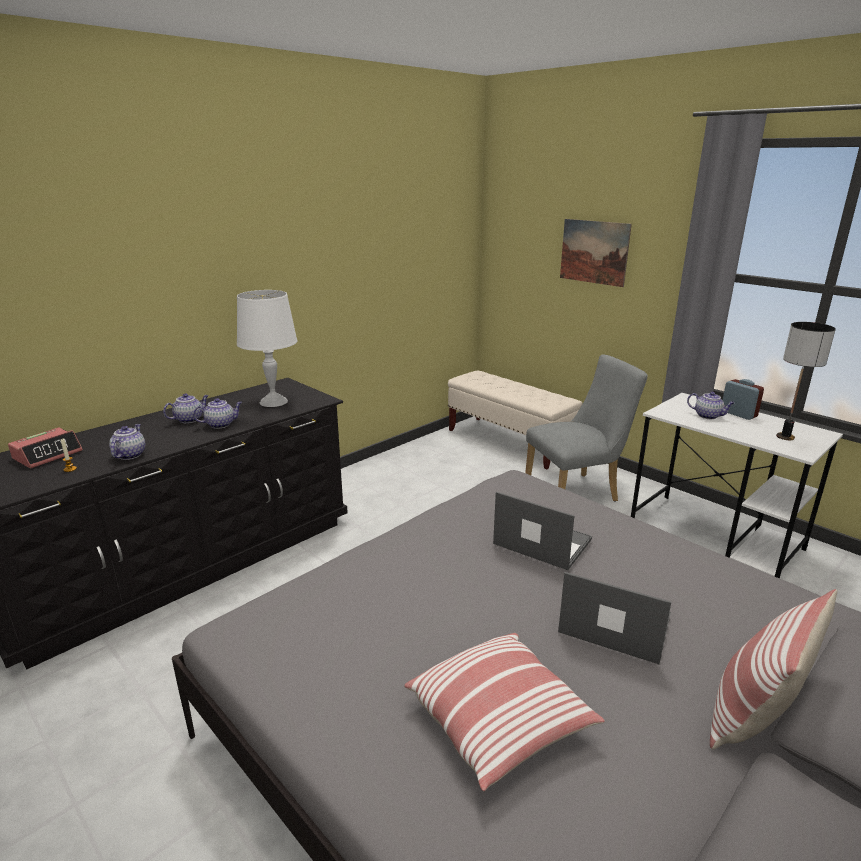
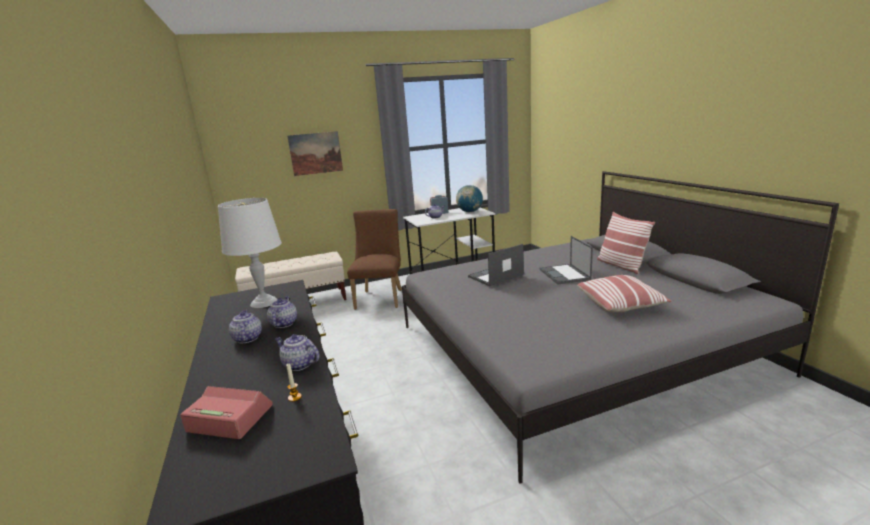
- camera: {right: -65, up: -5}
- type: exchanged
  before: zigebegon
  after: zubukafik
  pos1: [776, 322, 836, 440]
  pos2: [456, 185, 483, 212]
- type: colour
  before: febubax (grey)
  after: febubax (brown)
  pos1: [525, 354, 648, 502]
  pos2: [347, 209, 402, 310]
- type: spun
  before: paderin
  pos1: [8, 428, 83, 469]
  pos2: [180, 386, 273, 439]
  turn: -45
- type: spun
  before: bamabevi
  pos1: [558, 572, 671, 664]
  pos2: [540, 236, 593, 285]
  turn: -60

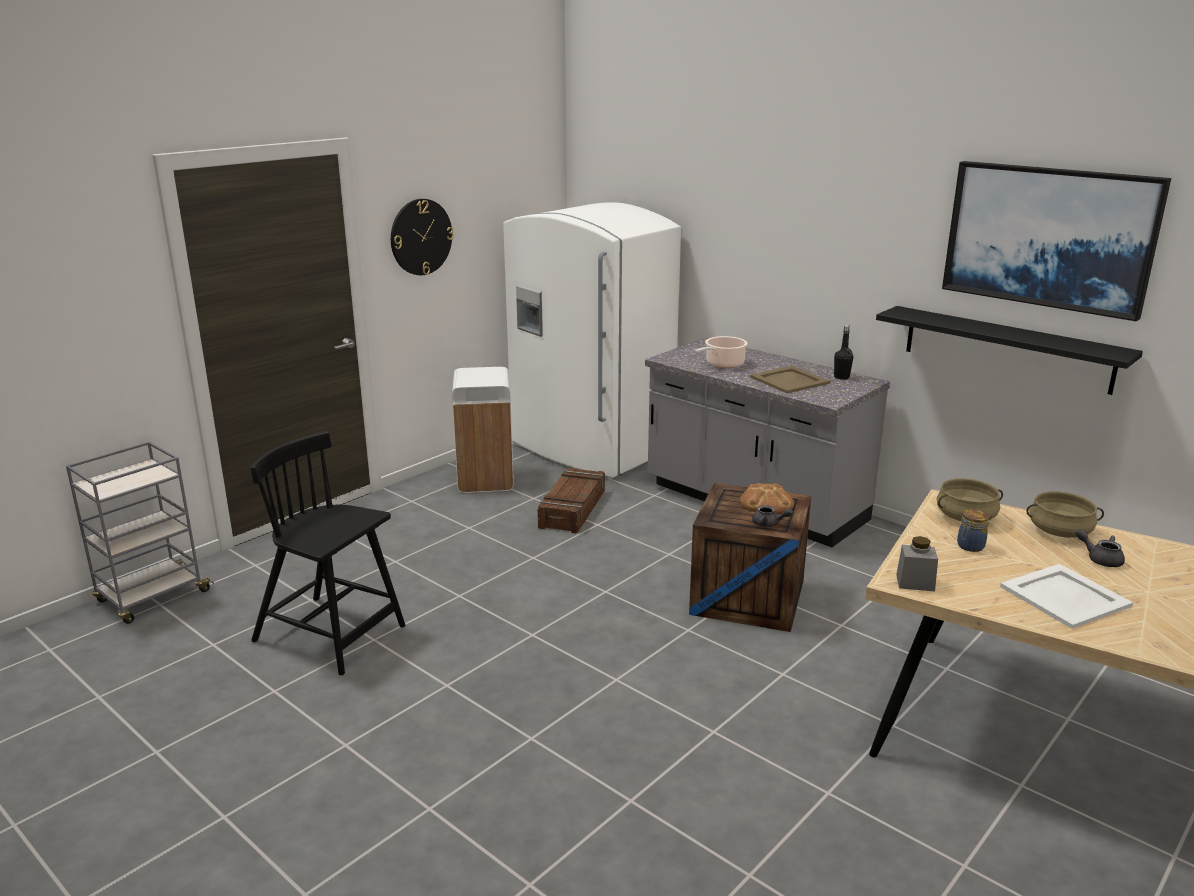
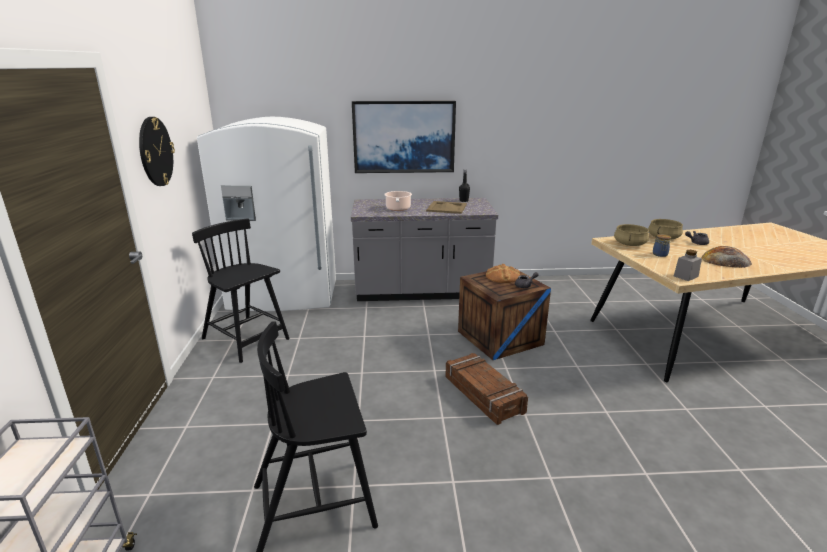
- camera: {right: -45, up: 0}
- type: relocated
  before: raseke
  pos1: [942, 161, 1171, 321]
  pos2: [352, 101, 456, 173]
- type: missing
  before: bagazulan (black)
  pos1: [876, 306, 1143, 395]
- type: exchanged
  before: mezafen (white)
  after: febubax (black)
  pos1: [452, 367, 514, 493]
  pos2: [192, 218, 290, 363]
- type: relocated
  before: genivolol
  pos1: [538, 467, 605, 534]
  pos2: [445, 353, 528, 425]
- type: exchanged
  before: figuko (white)
  after: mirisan
  pos1: [1000, 564, 1133, 629]
  pos2: [701, 246, 752, 268]

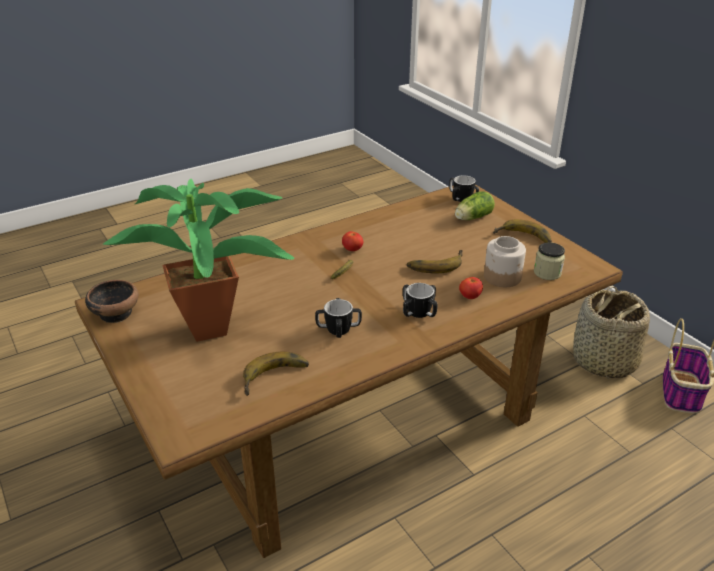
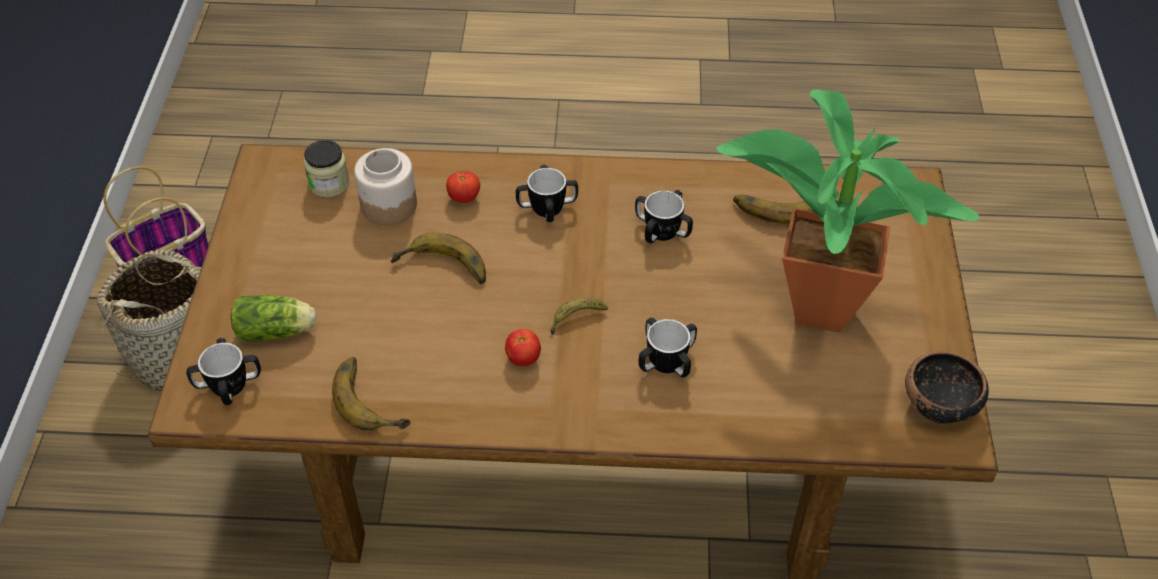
- camera: {right: -145, up: 15}
- type: relocated
  before: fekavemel
  pos1: [493, 219, 552, 243]
  pos2: [332, 357, 411, 430]
- type: appeared
  after: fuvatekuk
  pos2: [639, 318, 697, 378]

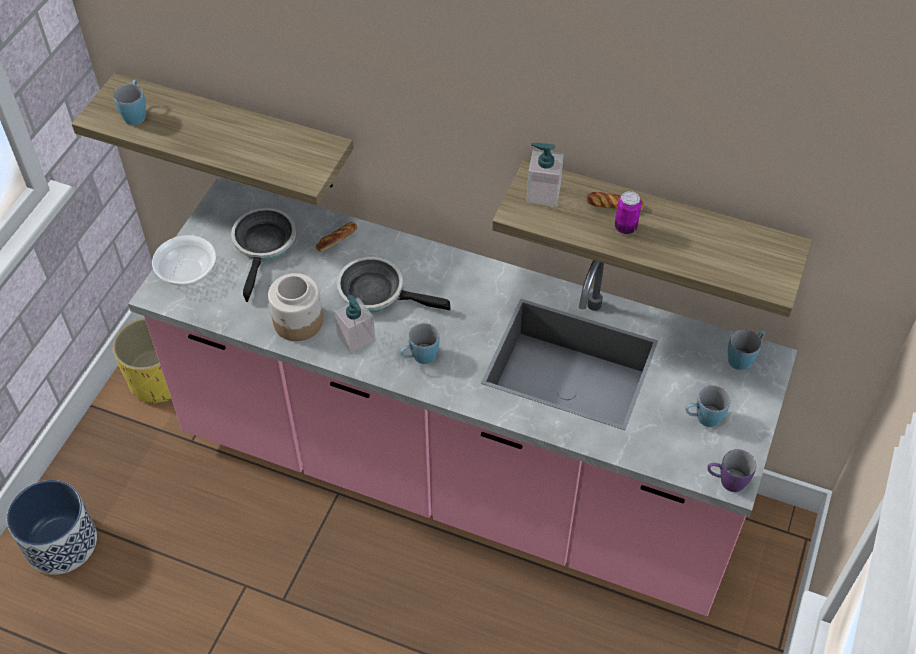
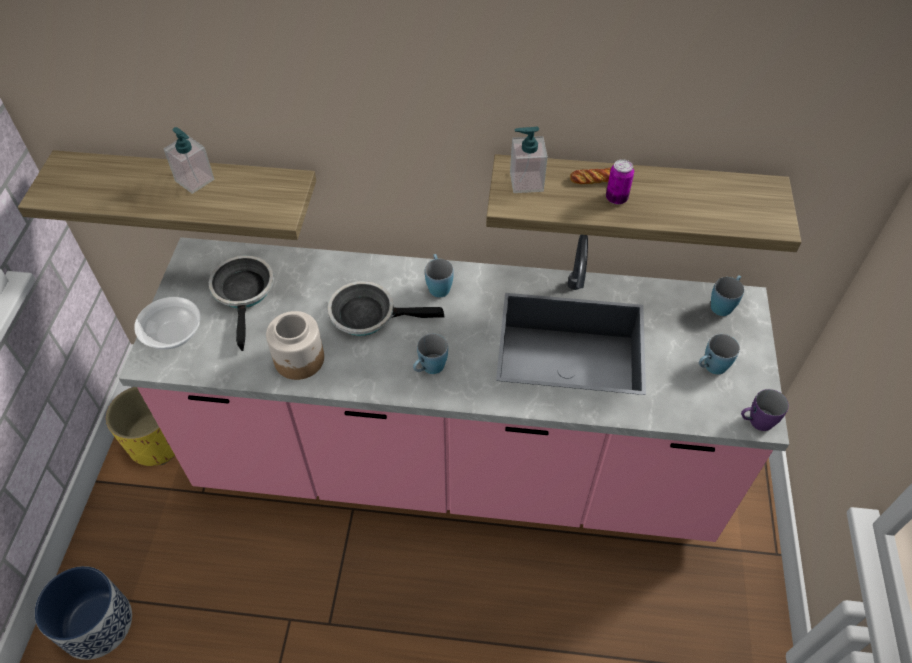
- camera: {right: -15, up: 0}
- type: relocated
  before: fuvatekuk (blue)
  pos1: [113, 80, 146, 125]
  pos2: [425, 254, 454, 298]
- type: missing
  before: mirisan
  pos1: [316, 222, 357, 252]
- type: relocated
  before: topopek
  pos1: [334, 295, 376, 354]
  pos2: [164, 127, 214, 194]

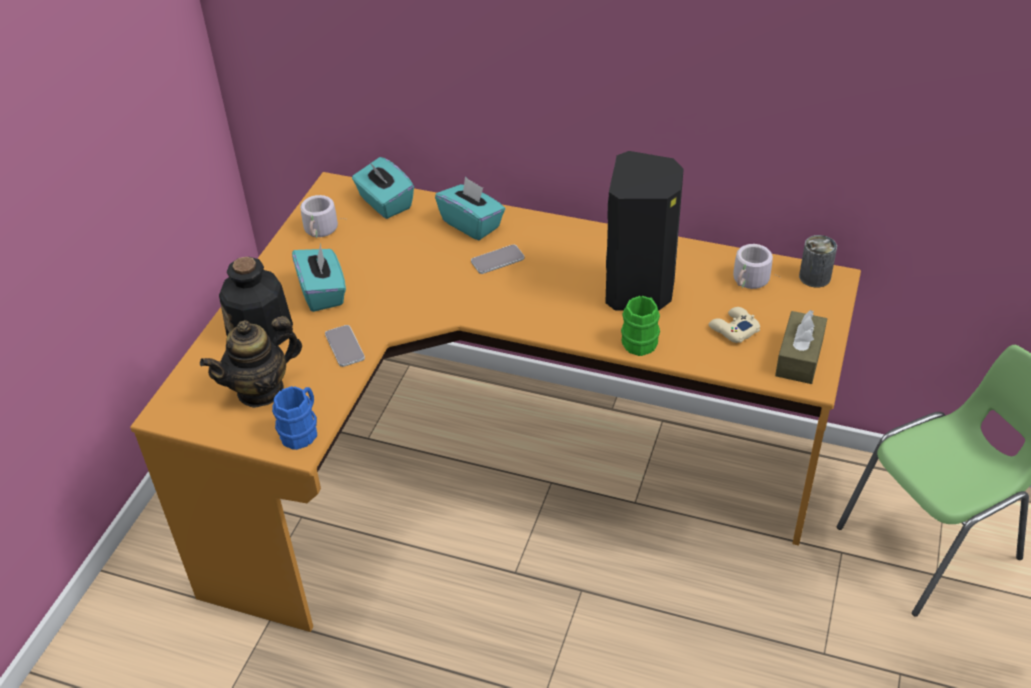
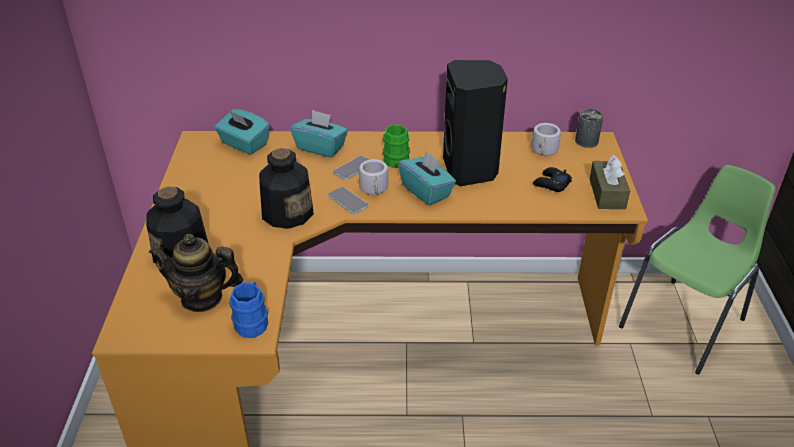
- camera: {right: -20, up: -5}
- type: relocated
  before: fuvatekuk (grey)
  pos1: [300, 195, 343, 238]
  pos2: [359, 159, 389, 195]
- type: relocated
  before: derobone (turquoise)
  pos1: [292, 244, 346, 312]
  pos2: [398, 151, 456, 205]
- type: relocated
  before: fuvatekuk (green)
  pos1: [621, 296, 660, 356]
  pos2: [383, 124, 410, 168]
- type: colour
  before: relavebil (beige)
  after: relavebil (black)
  pos1: [709, 307, 760, 343]
  pos2: [533, 167, 572, 192]
- type: spun
  before: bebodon
  pos1: [200, 316, 302, 408]
  pos2: [149, 234, 243, 312]
  turn: 60
- type: relocated
  before: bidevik
  pos1: [325, 325, 365, 367]
  pos2: [328, 187, 368, 214]
- type: appeared
  after: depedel
  pos2: [259, 148, 314, 229]

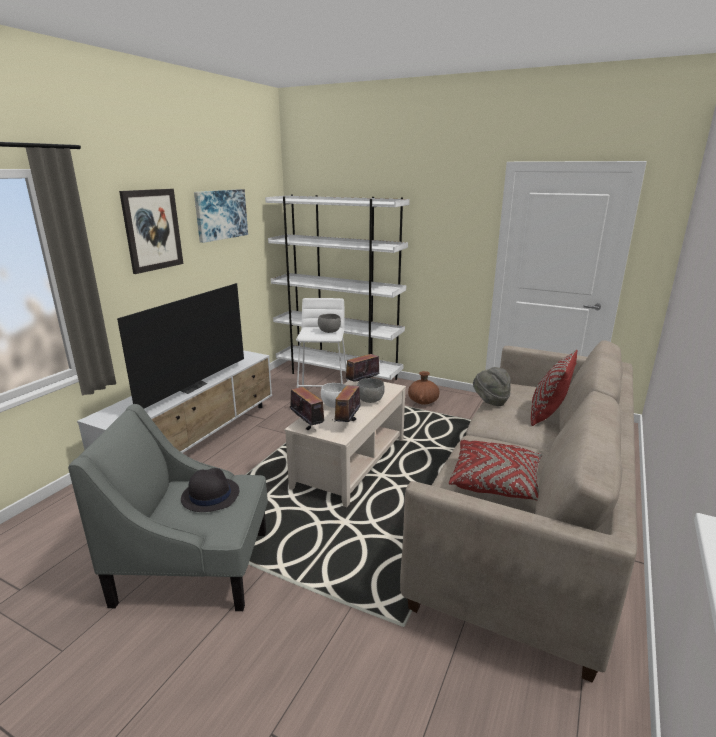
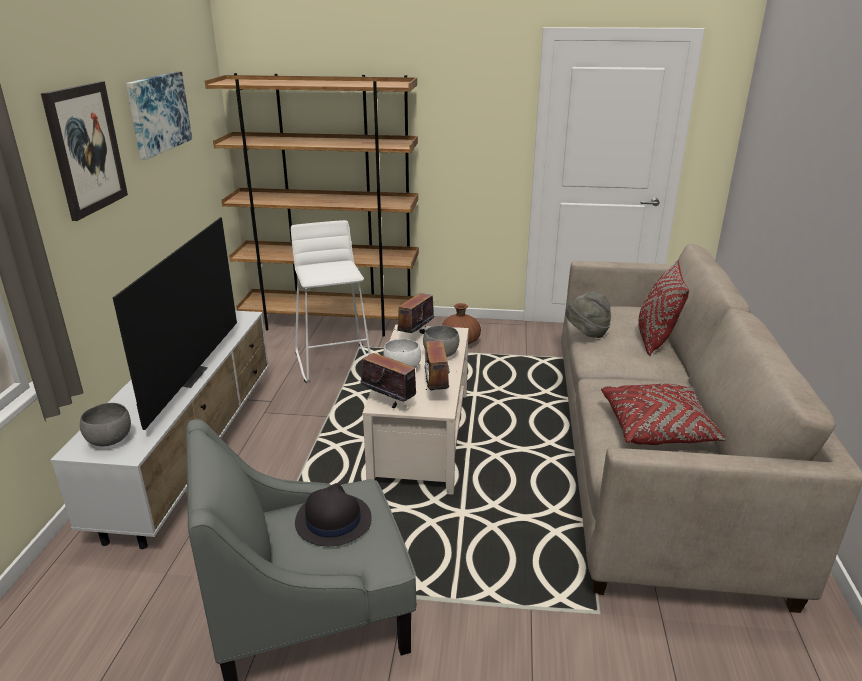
- camera: {right: -20, up: 5}
- type: colour
  before: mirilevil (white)
  after: mirilevil (brown)
  pos1: [265, 194, 410, 380]
  pos2: [205, 73, 419, 337]
- type: relocated
  before: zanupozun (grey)
  pos1: [318, 314, 341, 333]
  pos2: [80, 403, 131, 447]

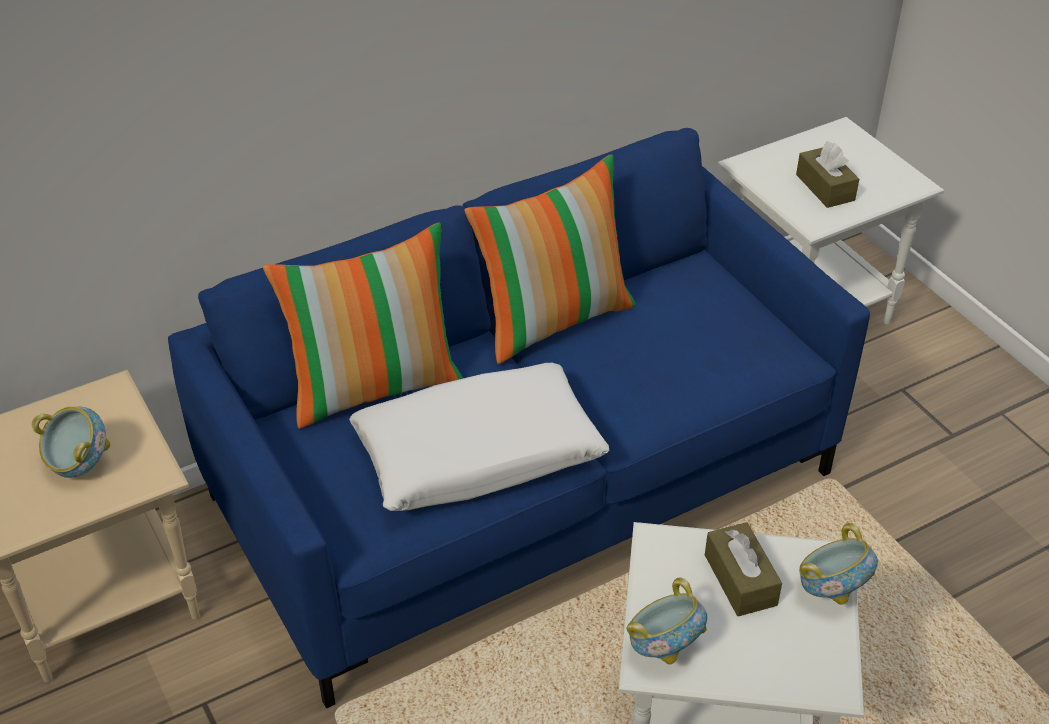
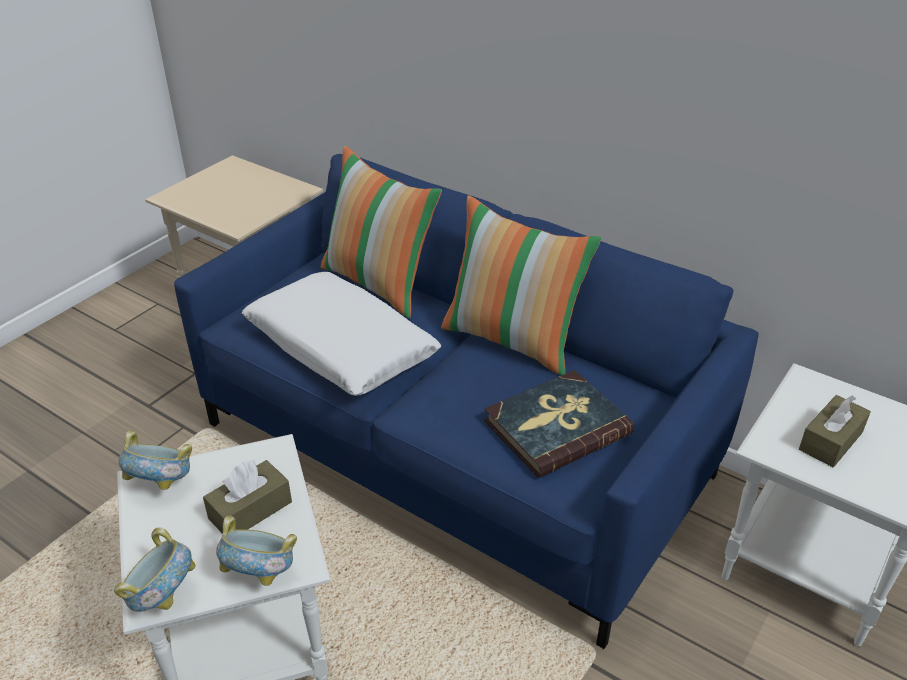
- camera: {right: 65, up: -5}
- type: relocated
  before: zanupozun
  pos1: [32, 407, 110, 478]
  pos2: [114, 527, 196, 612]
- type: appeared
  after: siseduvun
  pos2: [484, 370, 634, 478]

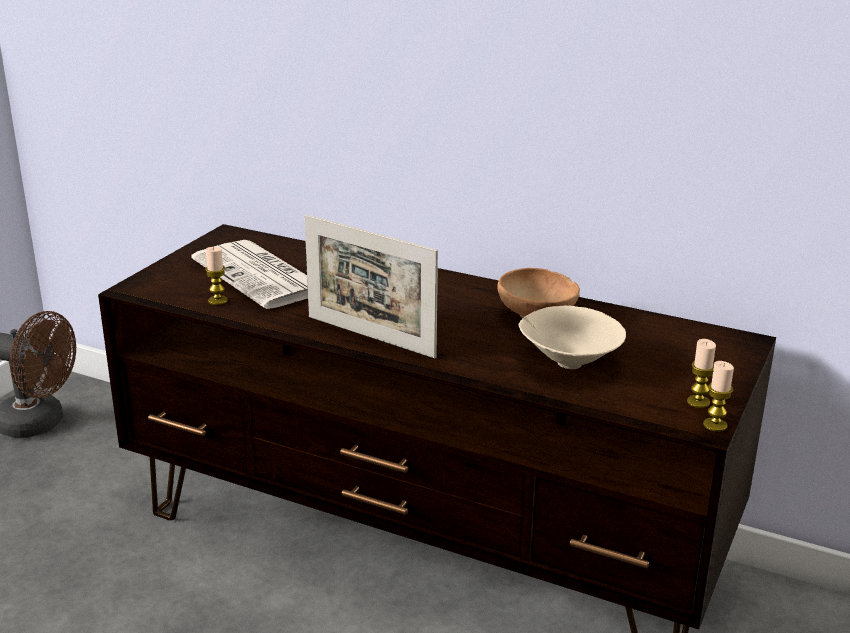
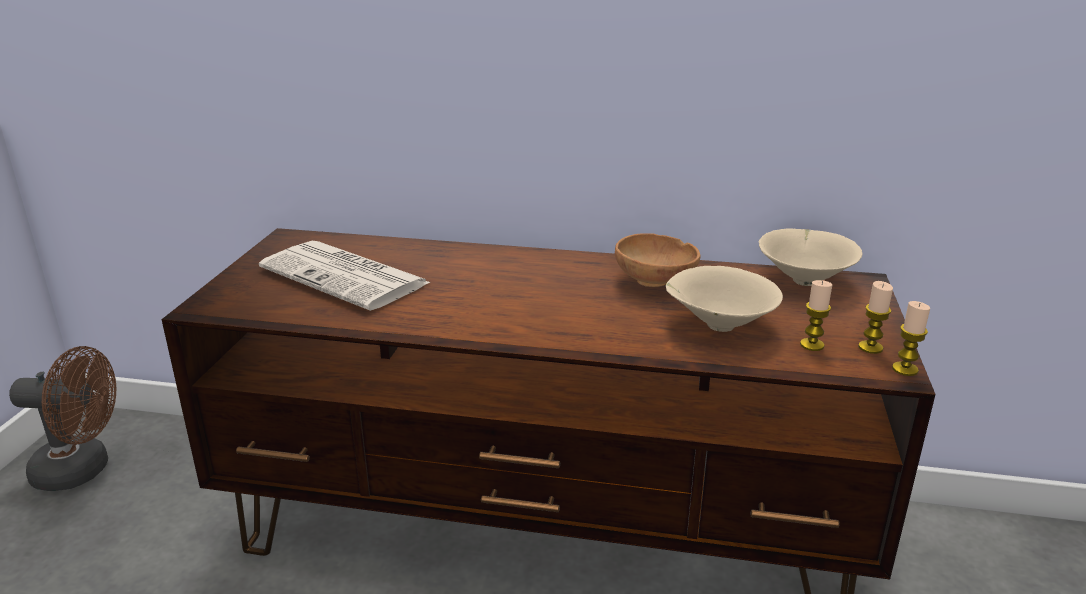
- camera: {right: -15, up: 0}
- type: missing
  before: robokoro
  pos1: [304, 214, 438, 358]
- type: relocated
  before: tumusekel
  pos1: [205, 247, 228, 305]
  pos2: [800, 280, 833, 351]
- type: appeared
  after: zanupozun (beige)
  pos2: [759, 228, 863, 286]

